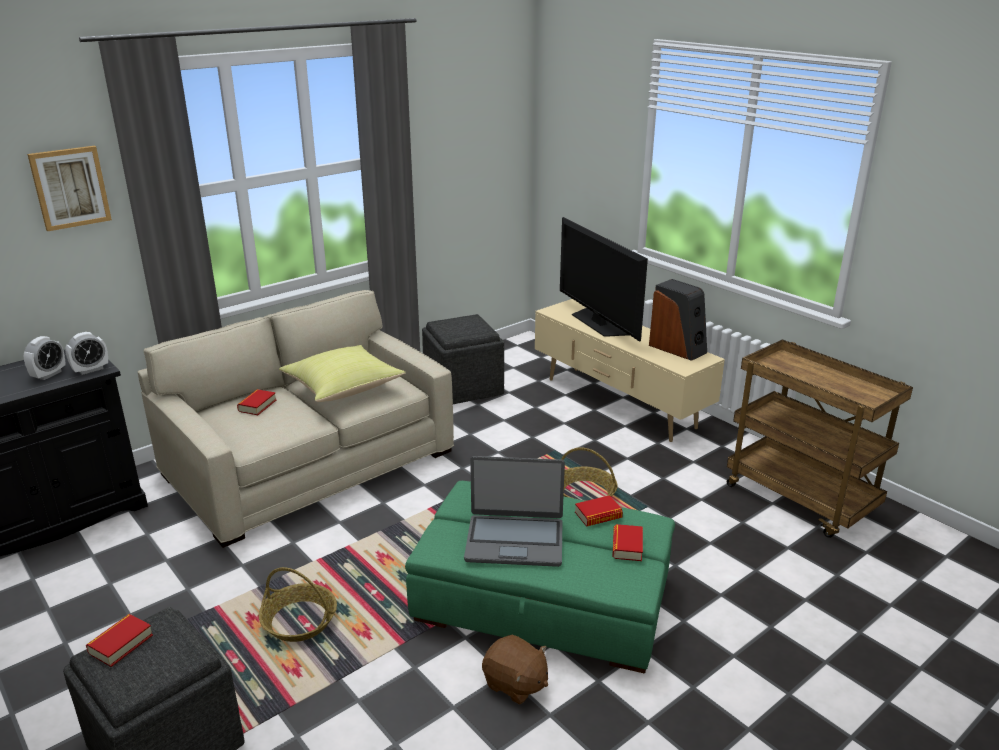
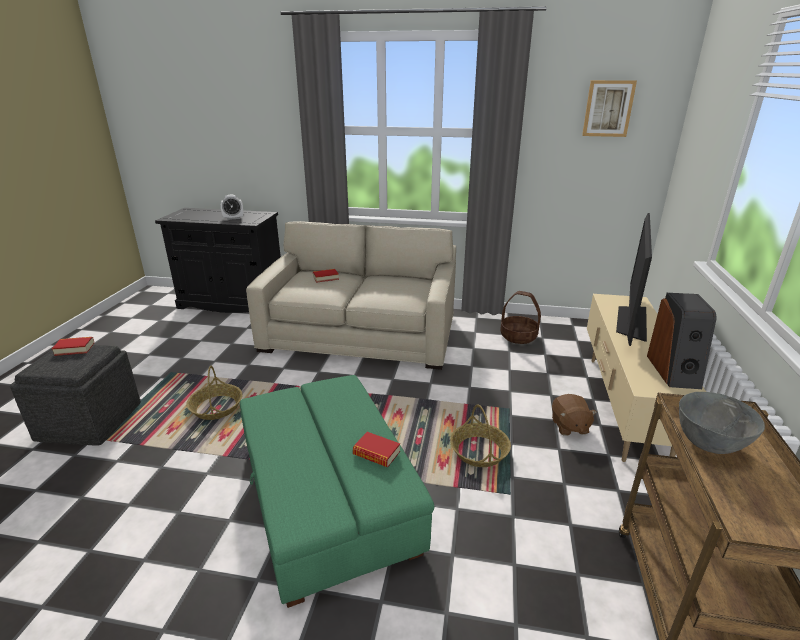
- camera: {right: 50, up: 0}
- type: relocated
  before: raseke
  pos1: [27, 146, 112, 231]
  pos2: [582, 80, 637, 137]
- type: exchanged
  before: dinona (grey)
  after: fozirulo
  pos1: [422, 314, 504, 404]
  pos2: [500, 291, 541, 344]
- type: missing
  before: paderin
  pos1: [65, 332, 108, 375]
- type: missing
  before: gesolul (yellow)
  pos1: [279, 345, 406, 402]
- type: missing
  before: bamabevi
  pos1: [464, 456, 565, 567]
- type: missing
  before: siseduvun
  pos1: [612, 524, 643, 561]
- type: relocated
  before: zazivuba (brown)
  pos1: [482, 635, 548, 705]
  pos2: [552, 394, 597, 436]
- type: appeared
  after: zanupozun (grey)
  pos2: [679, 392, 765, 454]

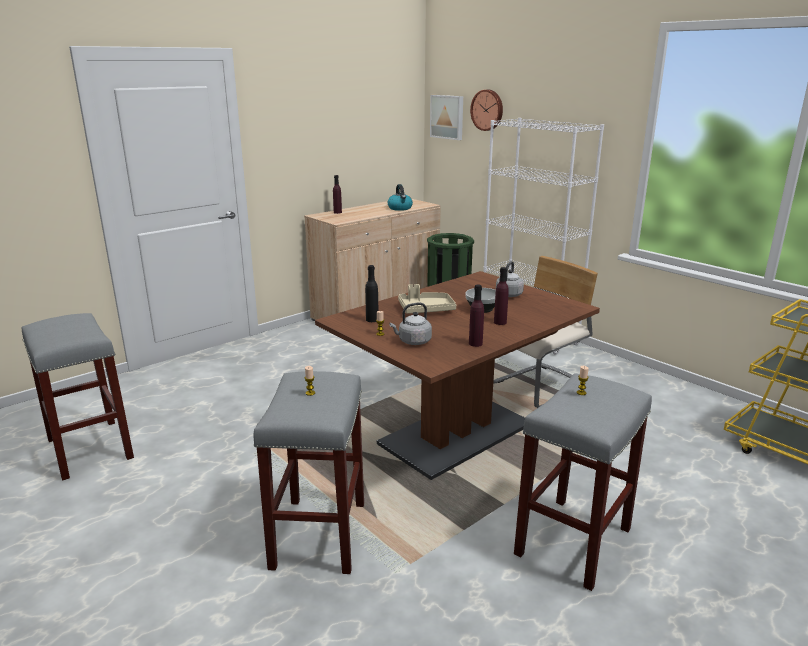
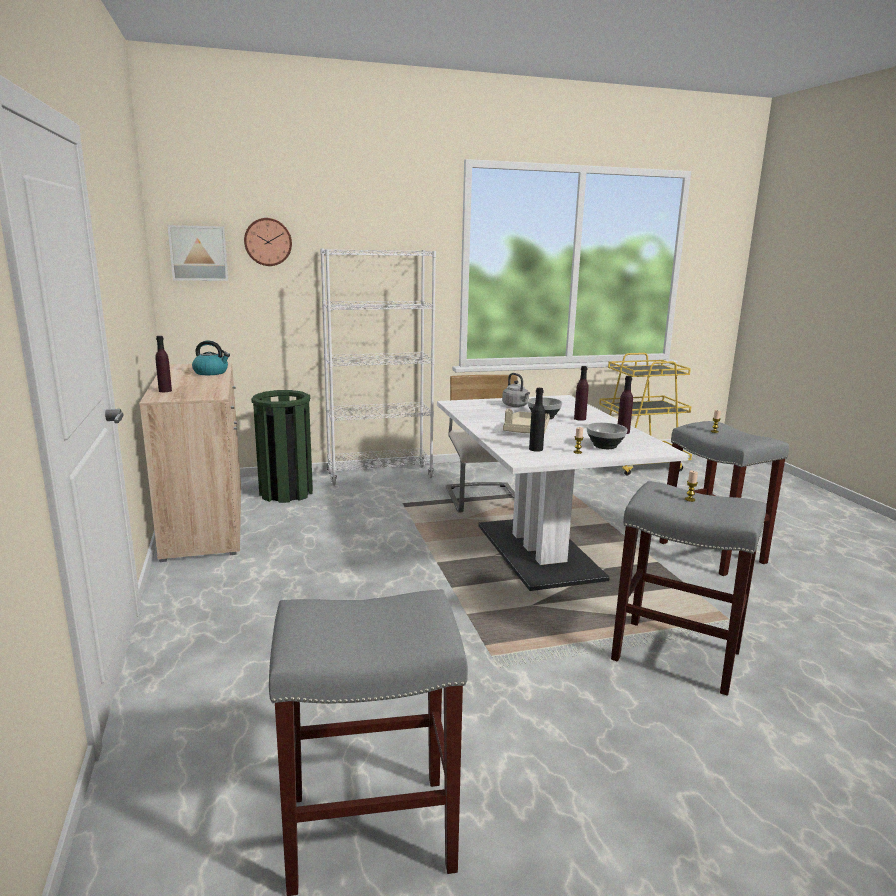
- camera: {right: -65, up: -5}
- type: colour
  before: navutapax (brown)
  after: navutapax (white)
  pos1: [315, 271, 600, 480]
  pos2: [437, 395, 689, 591]
- type: exchanged
  before: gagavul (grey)
  after: zanupozun
  pos1: [389, 303, 432, 345]
  pos2: [587, 423, 627, 449]

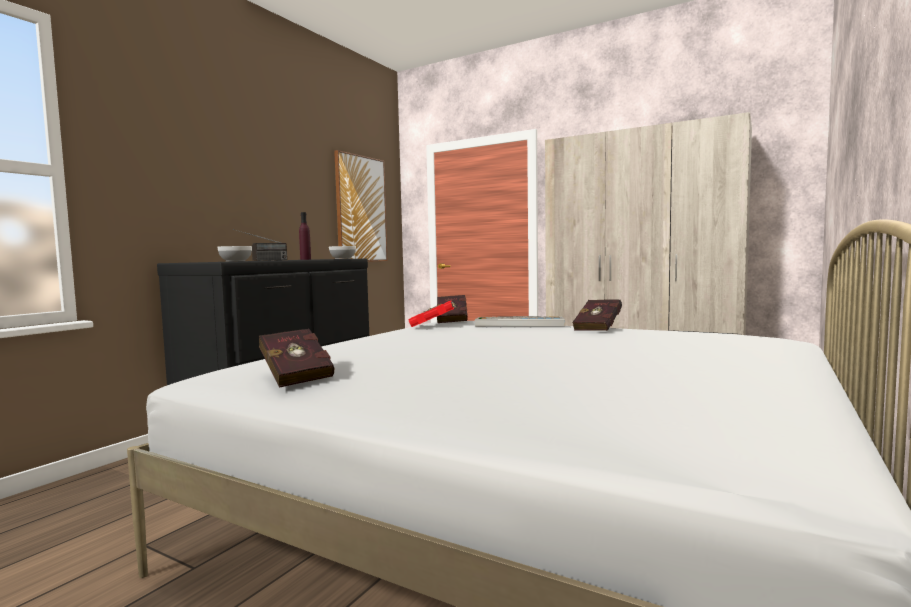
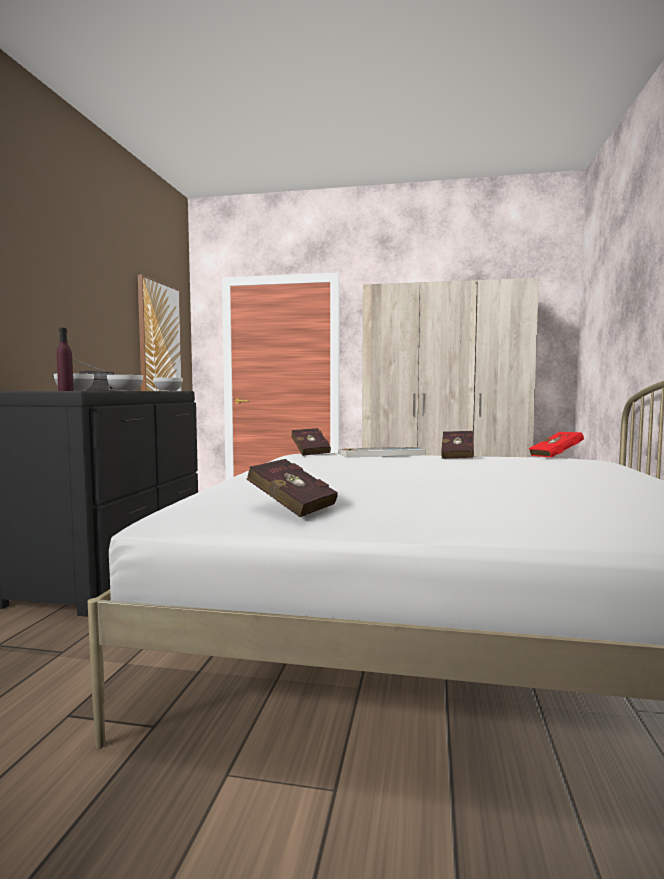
- camera: {right: -20, up: 0}
- type: relocated
  before: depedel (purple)
  pos1: [299, 212, 311, 260]
  pos2: [57, 328, 74, 391]
- type: relocated
  before: siseduvun (red)
  pos1: [409, 301, 462, 327]
  pos2: [529, 432, 584, 457]
- type: appeared
  after: zanupozun
  pos2: [107, 375, 143, 391]

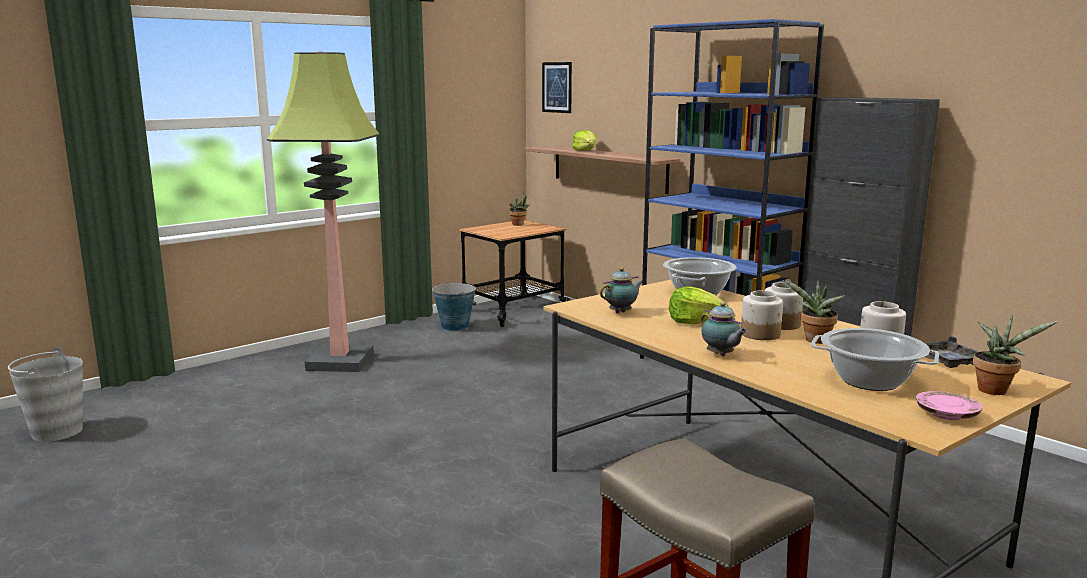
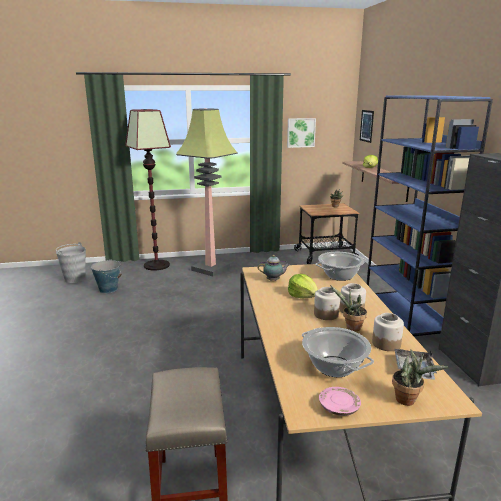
- camera: {right: 30, up: 5}
- type: relocated
  before: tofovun
  pos1: [432, 282, 476, 332]
  pos2: [91, 259, 122, 293]
- type: missing
  before: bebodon
  pos1: [700, 302, 747, 356]
- type: appeared
  after: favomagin
  pos2: [125, 109, 171, 270]
- type: appeared
  after: raseke
  pos2: [287, 118, 316, 148]

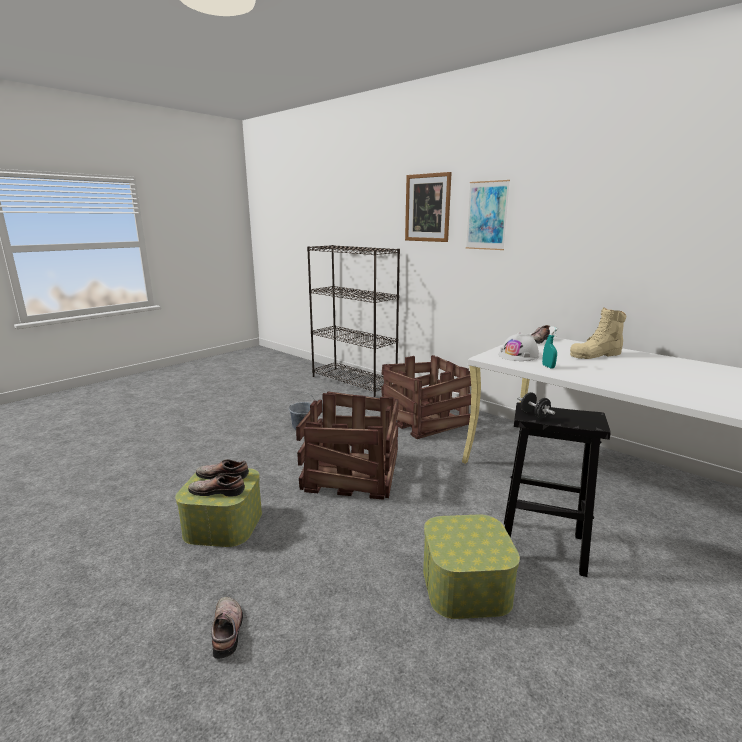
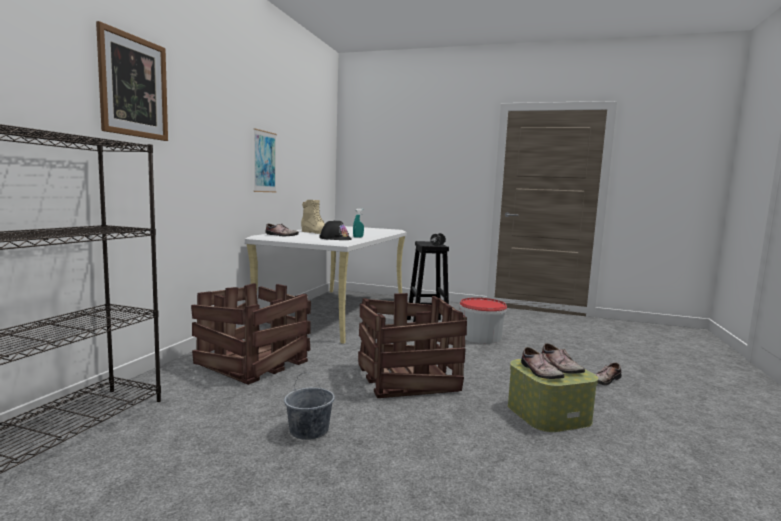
- camera: {right: -115, up: -10}
- type: relocated
  before: raseke
  pos1: [466, 180, 510, 250]
  pos2: [253, 128, 277, 193]
- type: colour
  before: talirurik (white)
  after: talirurik (black)
  pos1: [498, 332, 539, 361]
  pos2: [319, 221, 352, 240]
- type: exchanged
  before: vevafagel
  after: tofovun
  pos1: [423, 514, 520, 619]
  pos2: [459, 297, 507, 344]

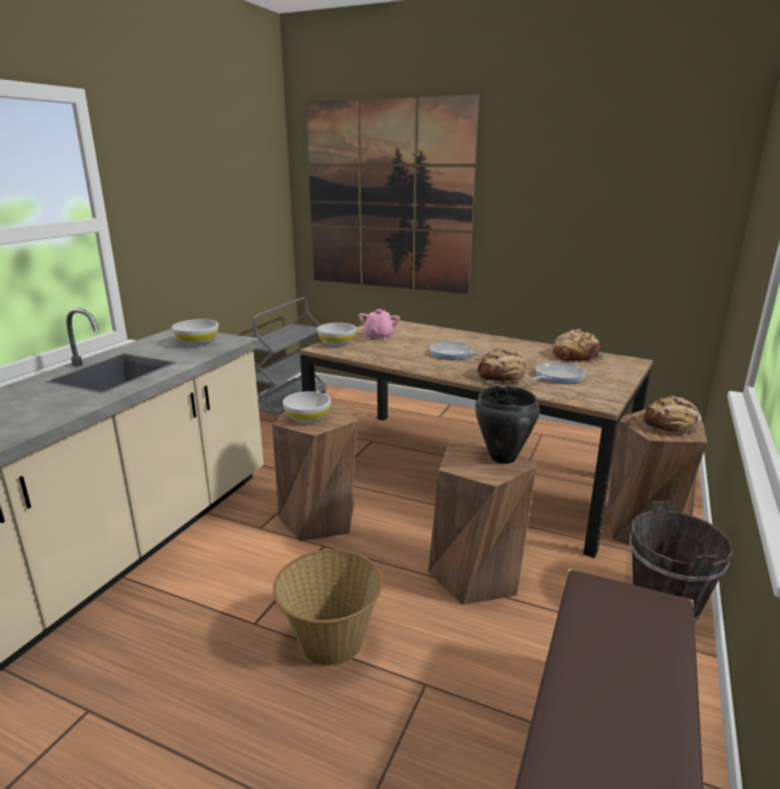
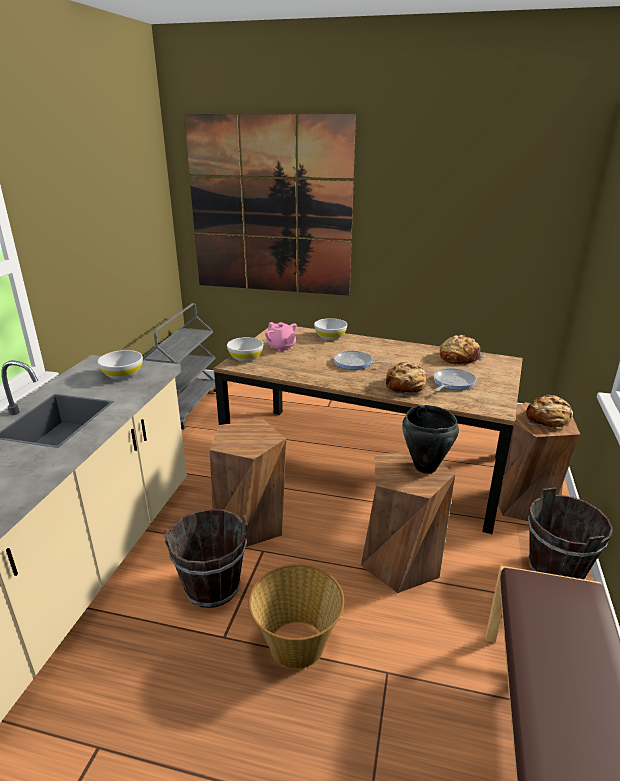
- camera: {right: -10, up: 5}
- type: spun
  before: bebodon (pink)
  pos1: [359, 309, 400, 341]
  pos2: [265, 322, 297, 352]
  turn: 135
- type: relocated
  before: zanupozun (white)
  pos1: [283, 391, 331, 424]
  pos2: [314, 318, 347, 340]
- type: appeared
  after: tofovun (brown)
  pos2: [164, 509, 248, 608]

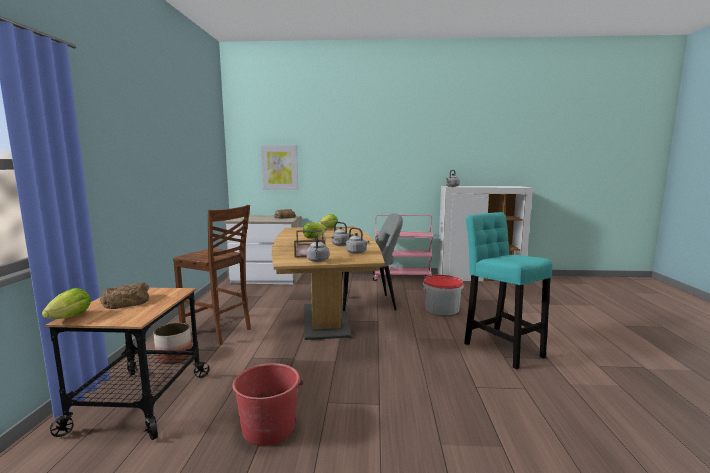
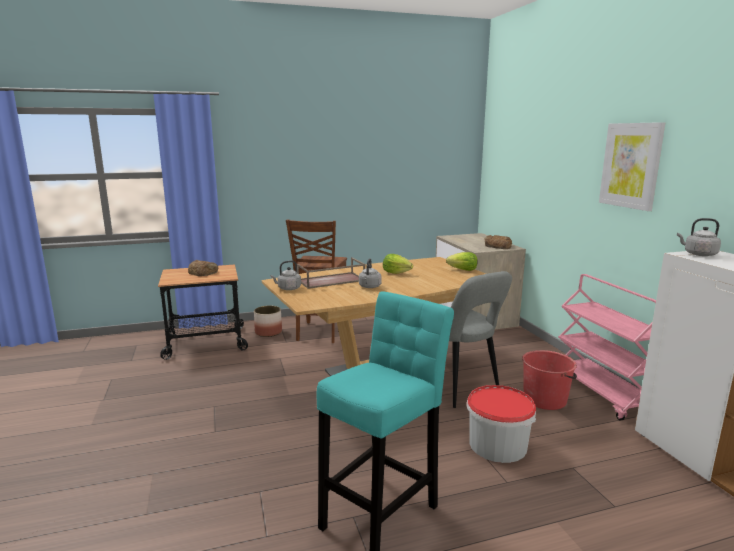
- camera: {right: 70, up: 5}
- type: relocated
  before: raseke
  pos1: [261, 145, 298, 190]
  pos2: [599, 122, 665, 211]
- type: missing
  before: gagavul (grey)
  pos1: [346, 227, 369, 254]
- type: missing
  before: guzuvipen
  pos1: [42, 288, 91, 319]
- type: relocated
  before: tofovun (red)
  pos1: [232, 363, 303, 446]
  pos2: [522, 350, 577, 410]

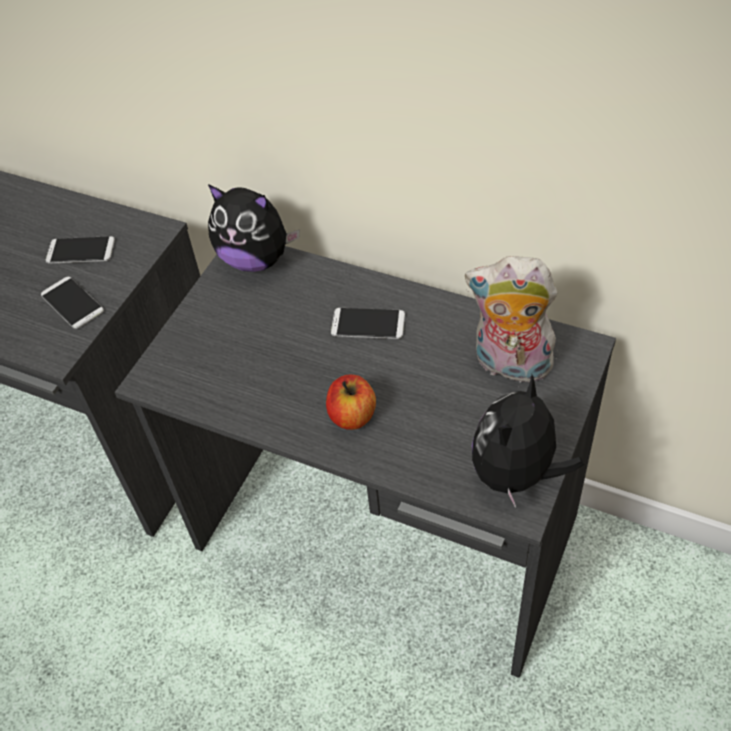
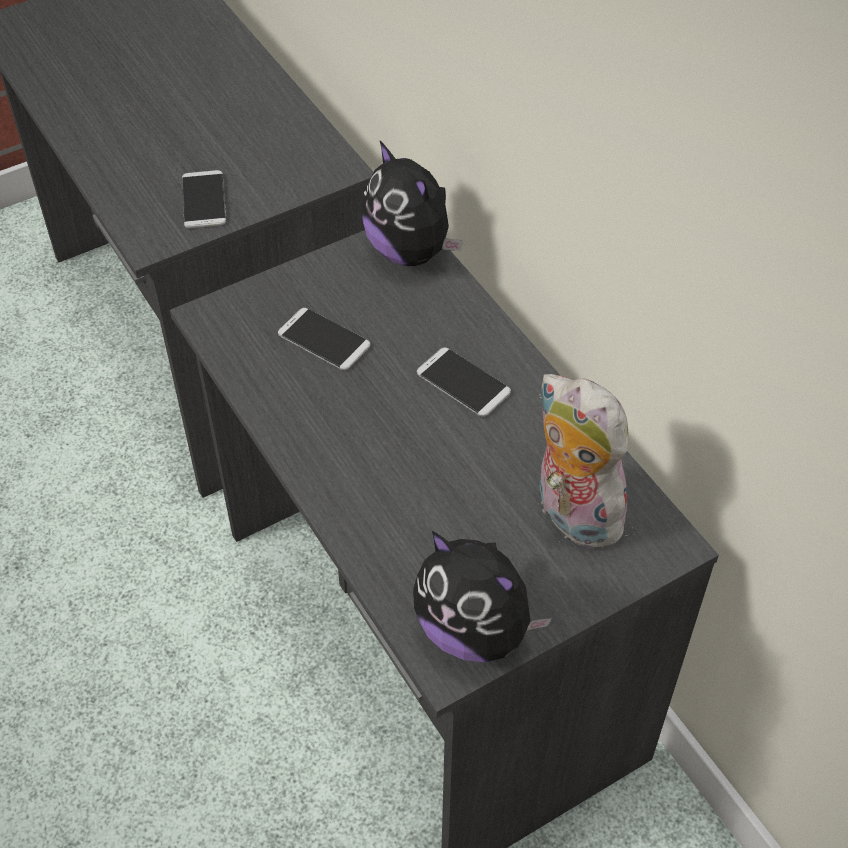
- camera: {right: 30, up: 0}
- type: relocated
  before: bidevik
  pos1: [46, 236, 115, 264]
  pos2: [278, 308, 370, 370]
- type: missing
  before: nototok
  pos1: [326, 375, 376, 430]
- type: spun
  before: zazivuba
  pos1: [472, 375, 584, 508]
  pos2: [413, 531, 552, 662]
  turn: -120

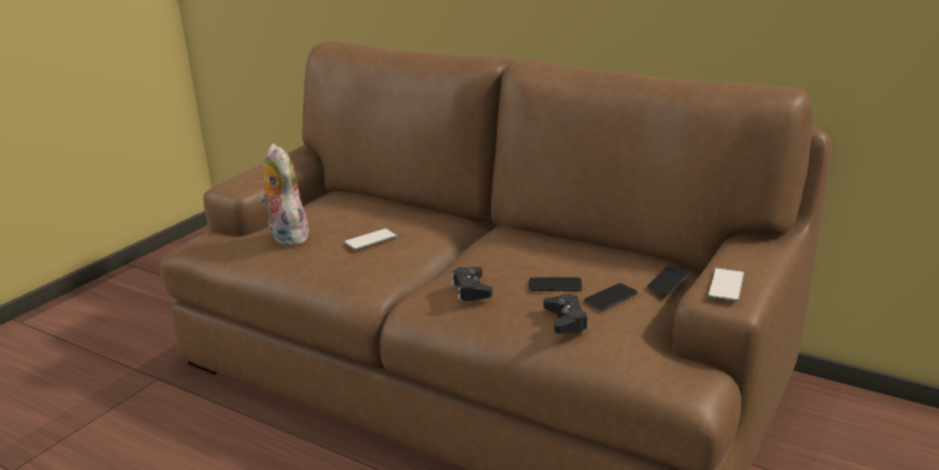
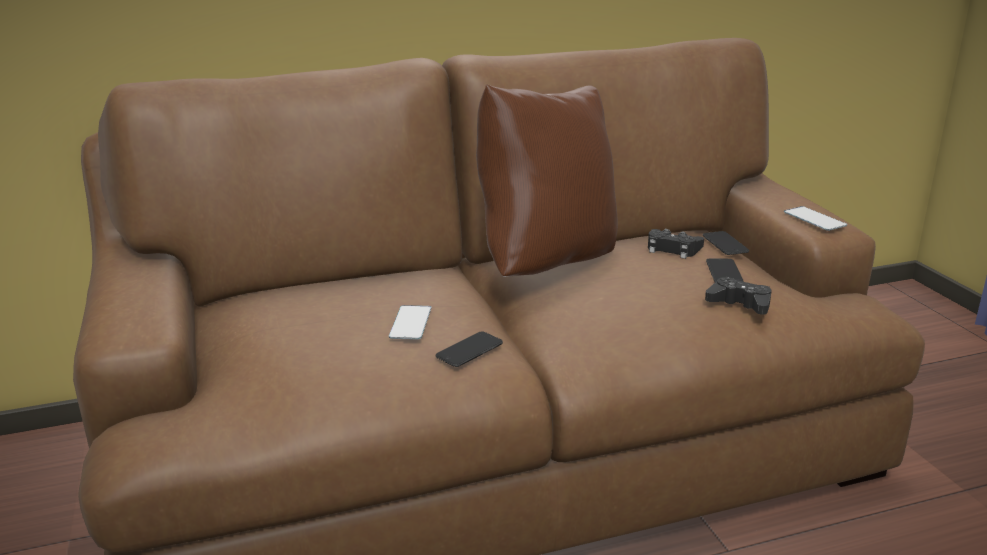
- camera: {right: -50, up: 0}
- type: missing
  before: zazivuba
  pos1: [259, 144, 311, 246]
- type: relocated
  before: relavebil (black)
  pos1: [452, 267, 493, 301]
  pos2: [648, 229, 704, 259]
- type: relocated
  before: bidevik
  pos1: [529, 277, 582, 291]
  pos2: [436, 331, 503, 367]
- type: appeared
  after: gesolul (brown)
  pos2: [476, 84, 618, 277]

